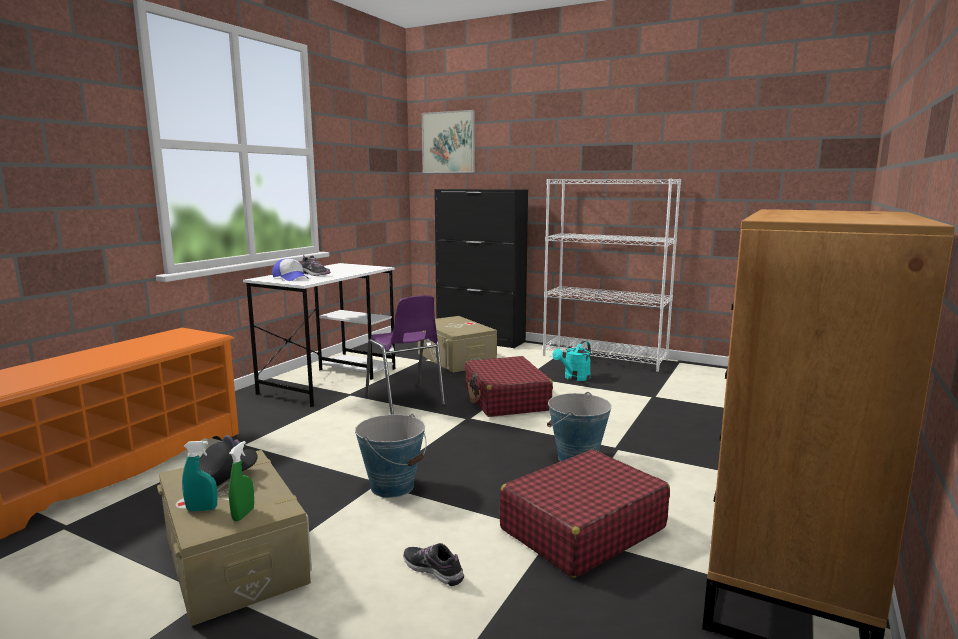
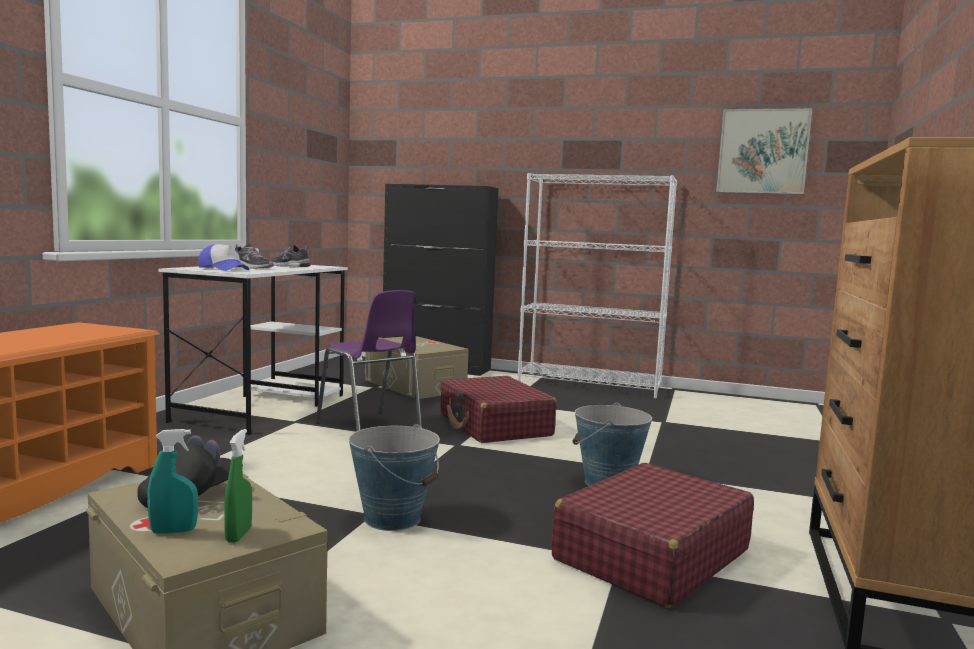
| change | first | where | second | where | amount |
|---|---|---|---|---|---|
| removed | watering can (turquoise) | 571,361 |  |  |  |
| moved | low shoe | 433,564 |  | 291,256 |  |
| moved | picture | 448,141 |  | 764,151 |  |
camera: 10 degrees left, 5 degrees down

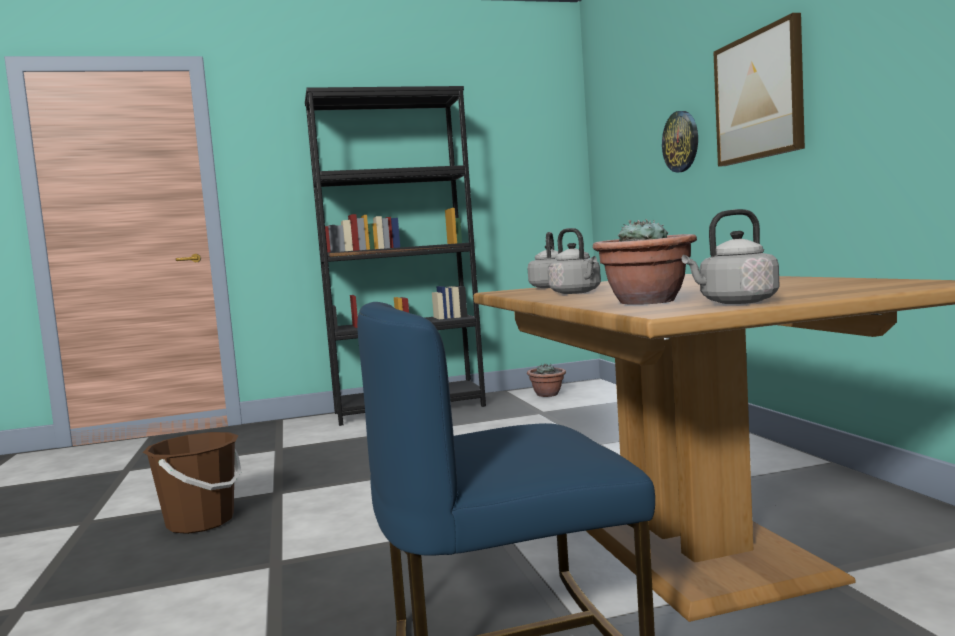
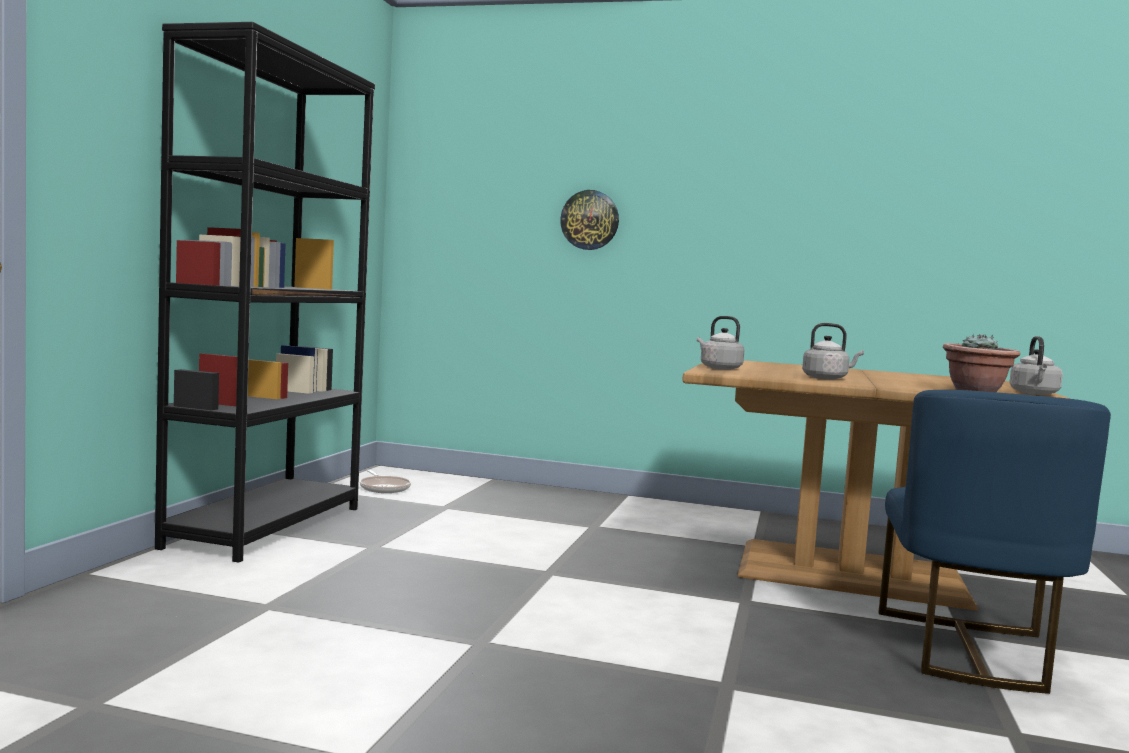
| change | first | where | second | where | amount |
|---|---|---|---|---|---|
| removed | pail (brown) | 192,483 |  |  |  |
| removed | picture | 759,90 |  |  |  |
| replaced | plant in a pot | 546,380 | frying pan | 385,481 |  |
camera: 60 degrees left, 0 degrees up

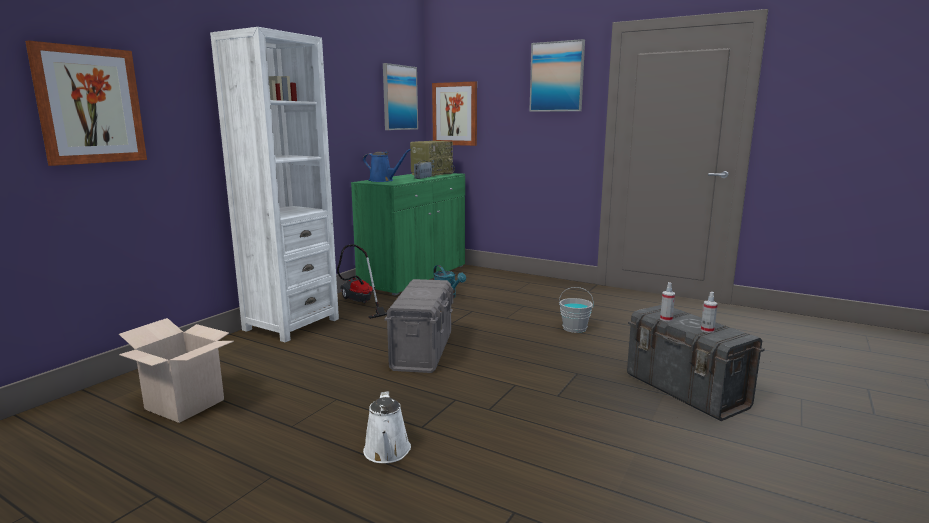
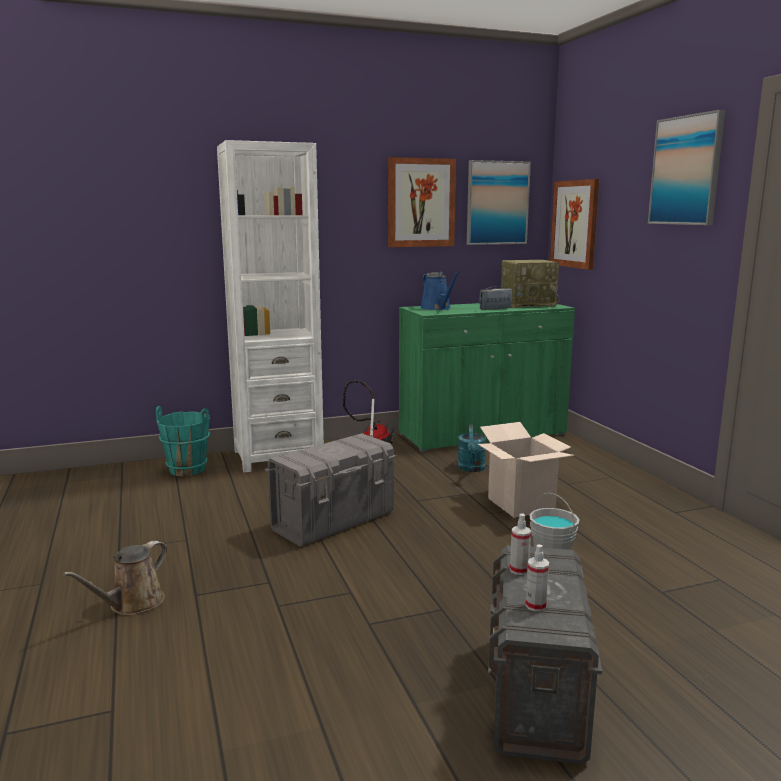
| change | first | where | second | where | amount |
|---|---|---|---|---|---|
| added |  |  | pail (turquoise) | 183,441 |  |
| moved | picture | 86,103 |  | 422,202 |  |
| moved | cardboard box | 176,370 |  | 526,470 |  |
| recoloured | watering can (white-coloured) | 387,427 | watering can (brown) | 115,578 |  |
camera: 40 degrees right, 0 degrees up

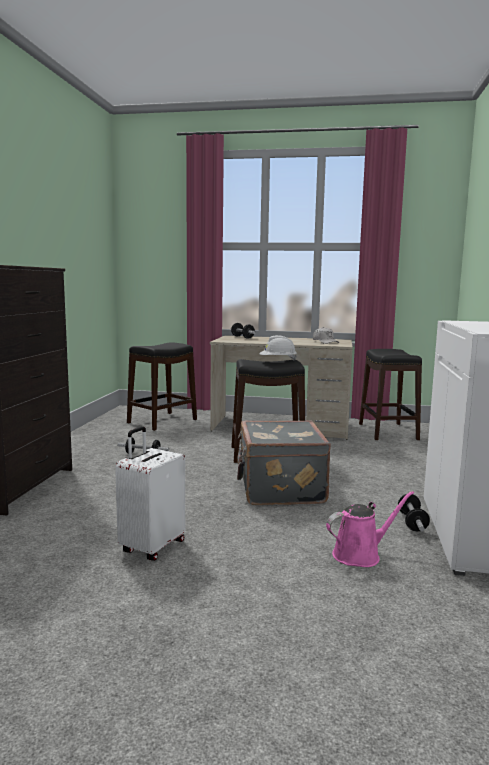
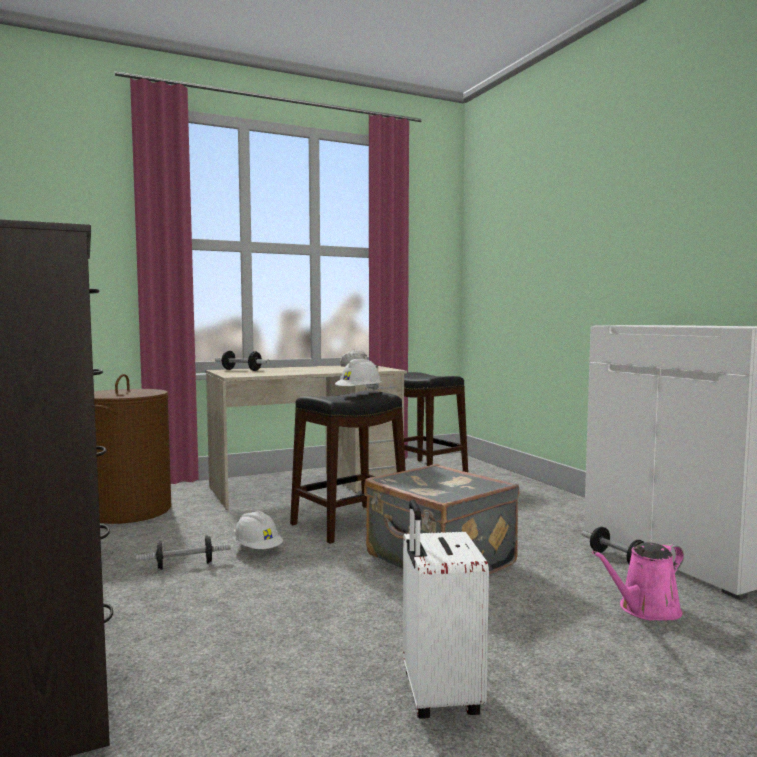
| change | first | where | second | where | amount |
|---|---|---|---|---|---|
| added |  |  | hard hat (white-coloured) | 258,530 |  |
| replaced | stool (black) | 162,386 | hamper (brown) | 132,449 |  |
| turned | watering can (pinkish) | 370,529 |  | 638,581 | 150 degrees counterclockwise |
camera: 35 degrees left, 5 degrees down

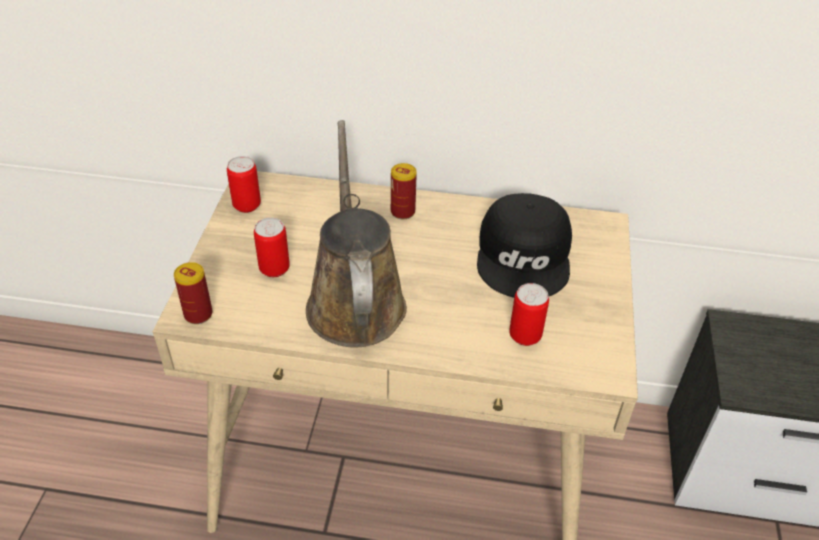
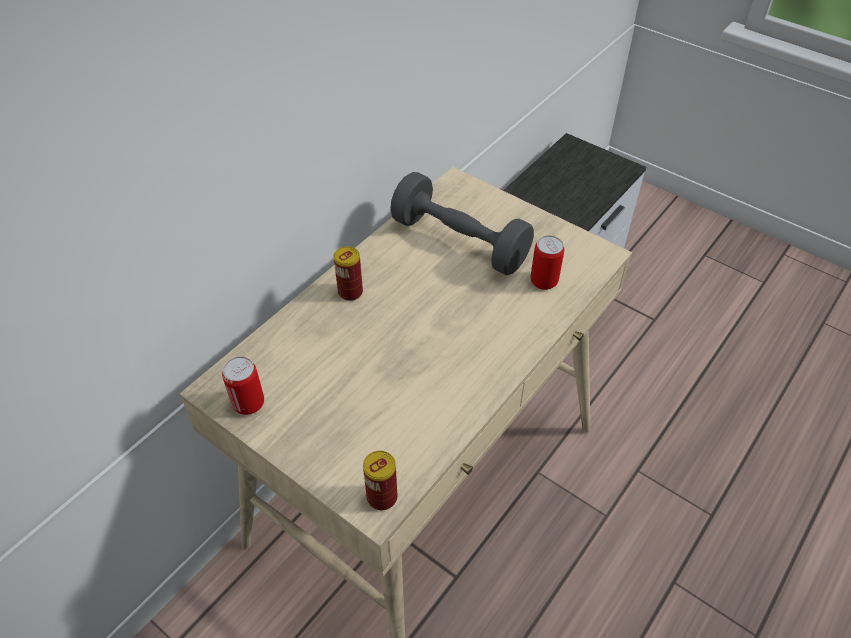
| change | first | where | second | where | amount |
|---|---|---|---|---|---|
| removed | sealed can | 272,247 |  |  |  |
| removed | watering can (brown) | 356,234 |  |  |  |
| replaced | cap (black) | 524,245 | free weight (grey) | 462,223 |  |
camera: 60 degrees left, 5 degrees up

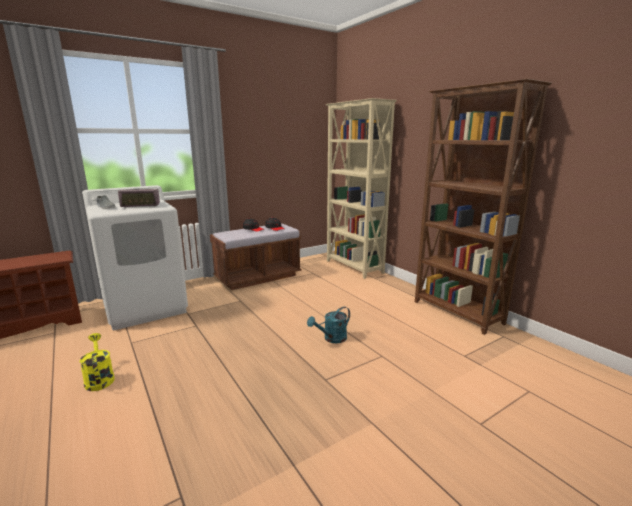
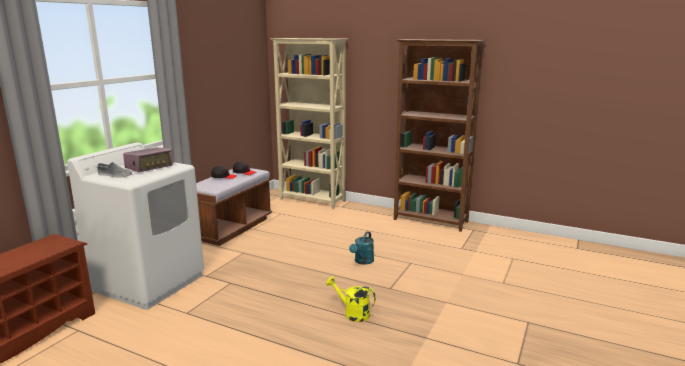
| change | first | where | second | where | amount |
|---|---|---|---|---|---|
| moved | watering can (yellow) | 97,362 |  | 351,299 |  |
camera: 30 degrees left, 0 degrees up

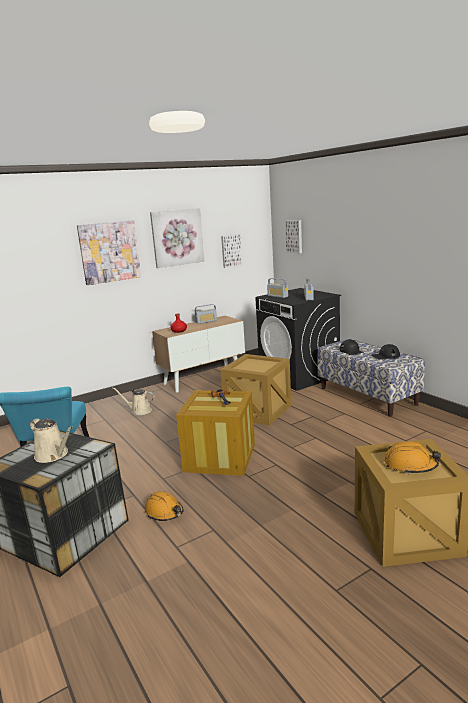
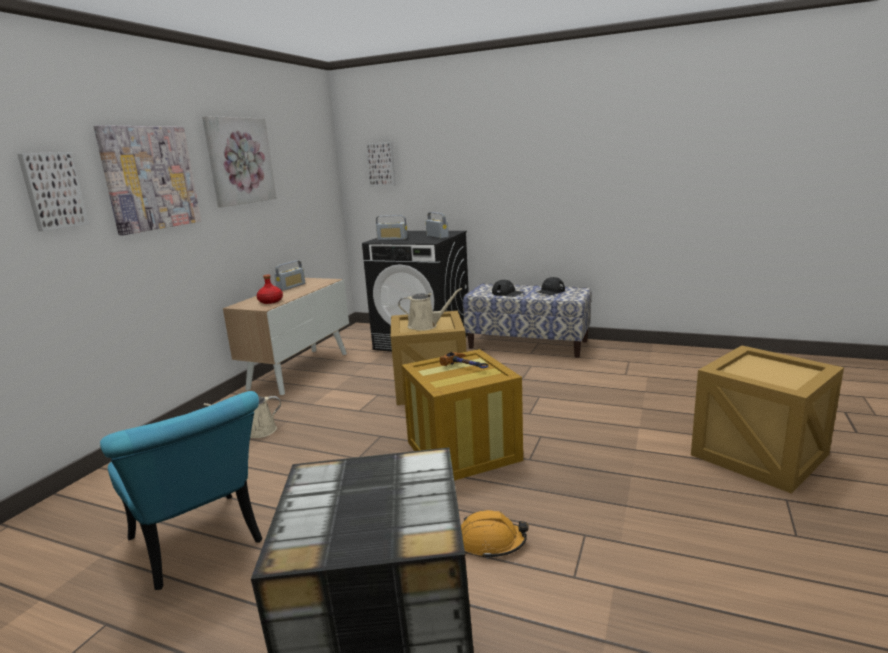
| change | first | where | second | where | amount |
|---|---|---|---|---|---|
| removed | hard hat (orangey) | 412,457 |  |  |  |
| moved | watering can (sand-coloured) | 51,440 |  | 430,309 |  |
| moved | picture | 231,251 |  | 53,191 |  |
camera: 35 degrees left, 0 degrees up

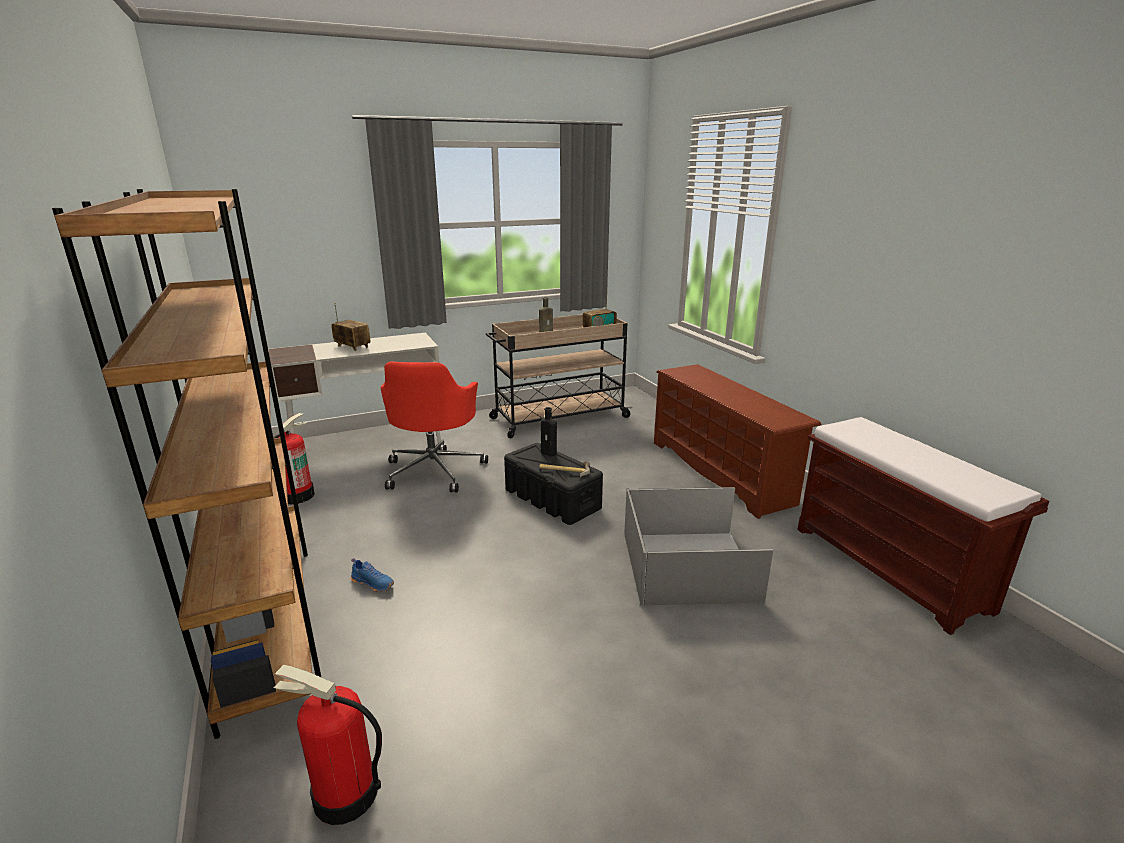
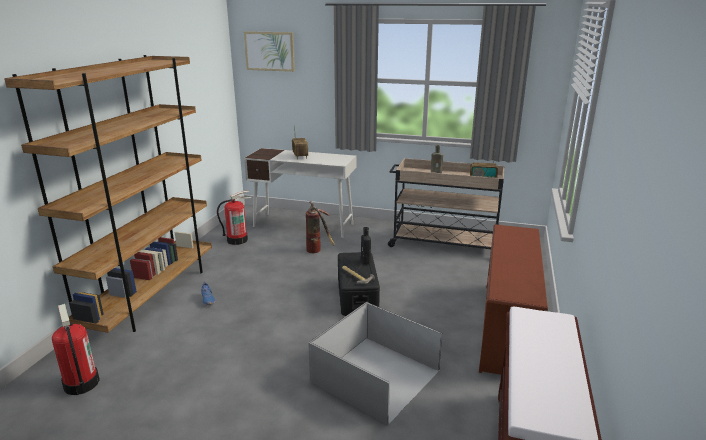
| change | first | where | second | where | amount |
|---|---|---|---|---|---|
| added |  |  | picture | 269,51 |  |
| replaced | desk chair (red) | 434,427 | fire-fighting cylinder | 320,227 |  |
camera: 40 degrees right, 0 degrees up

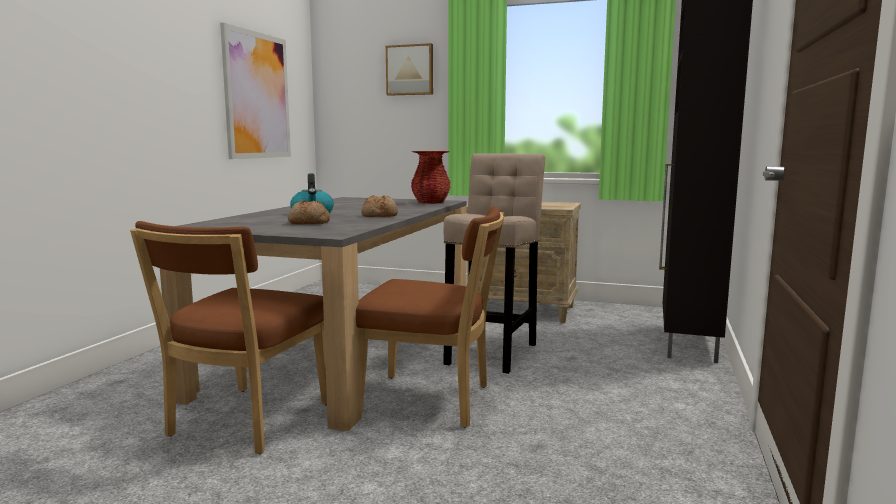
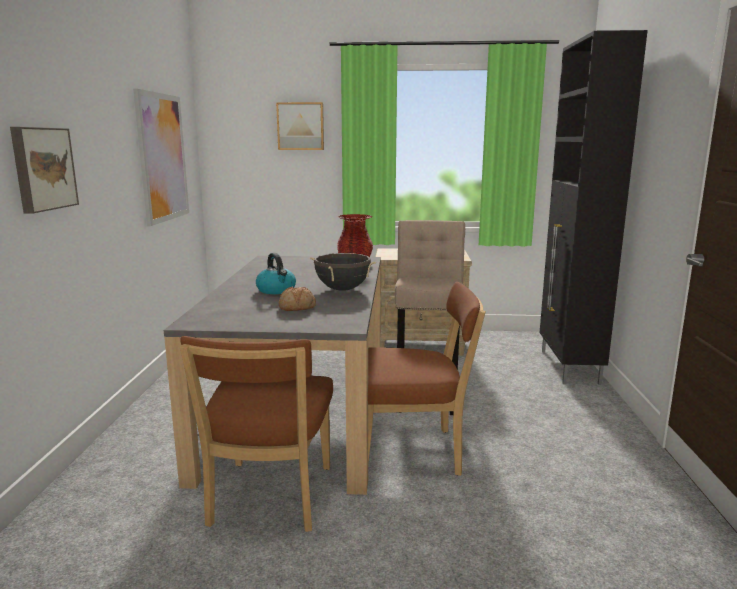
| change | first | where | second | where | amount |
|---|---|---|---|---|---|
| added |  |  | picture | 44,170 |  |
| replaced | bakery bread | 379,206 | saucepot (black) | 343,272 |  |
camera: 15 degrees left, 5 degrees up

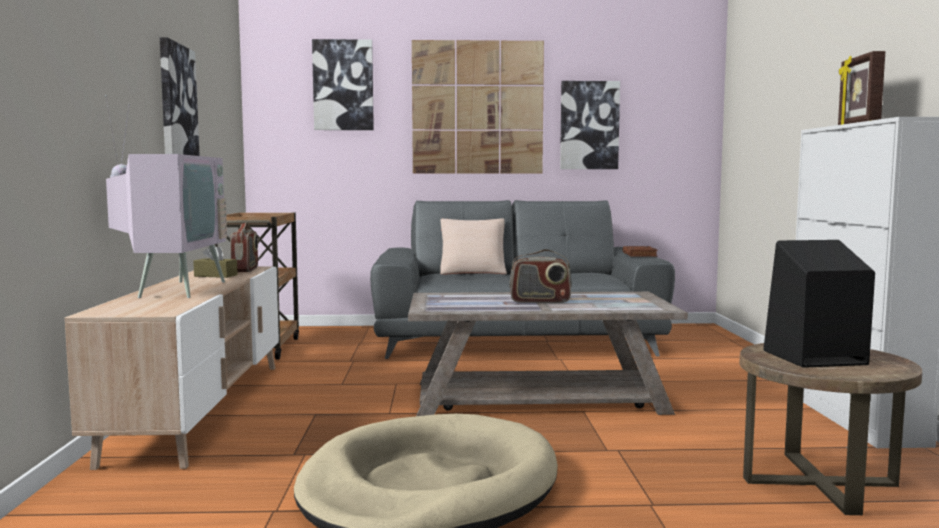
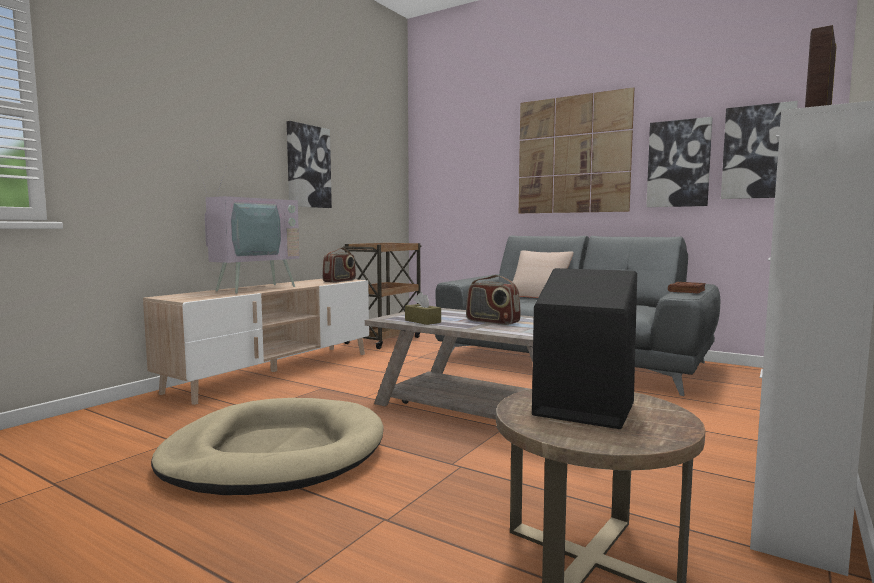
| change | first | where | second | where | amount |
|---|---|---|---|---|---|
| moved | tissue holder (brown) | 215,262 |  | 423,308 |  |
| moved | picture | 343,84 |  | 759,150 |  |
camera: 35 degrees right, 0 degrees up

